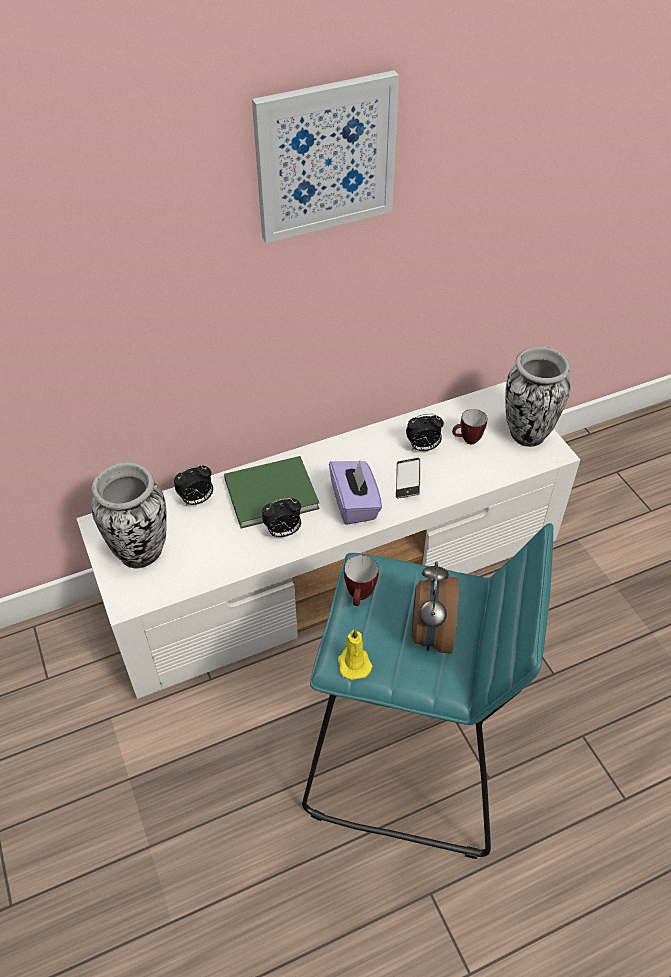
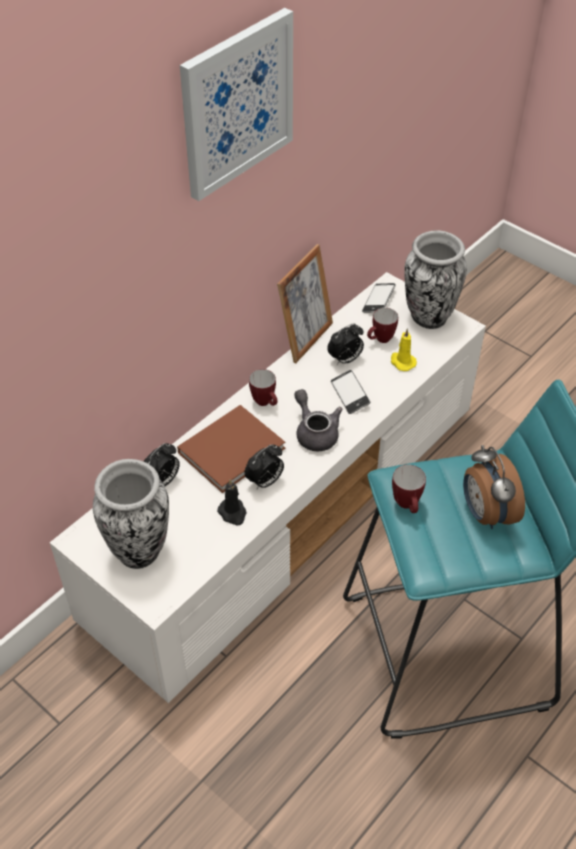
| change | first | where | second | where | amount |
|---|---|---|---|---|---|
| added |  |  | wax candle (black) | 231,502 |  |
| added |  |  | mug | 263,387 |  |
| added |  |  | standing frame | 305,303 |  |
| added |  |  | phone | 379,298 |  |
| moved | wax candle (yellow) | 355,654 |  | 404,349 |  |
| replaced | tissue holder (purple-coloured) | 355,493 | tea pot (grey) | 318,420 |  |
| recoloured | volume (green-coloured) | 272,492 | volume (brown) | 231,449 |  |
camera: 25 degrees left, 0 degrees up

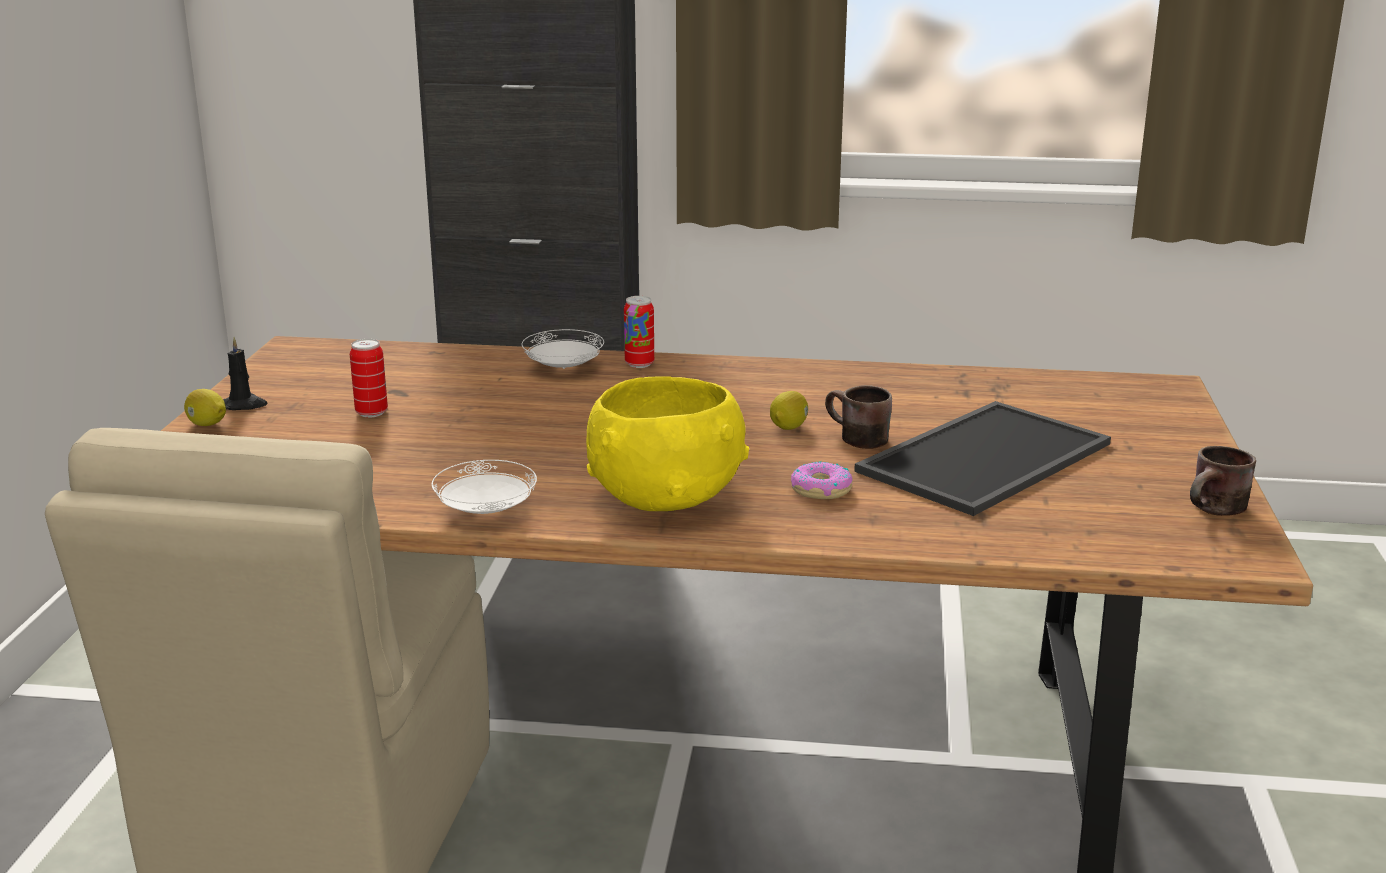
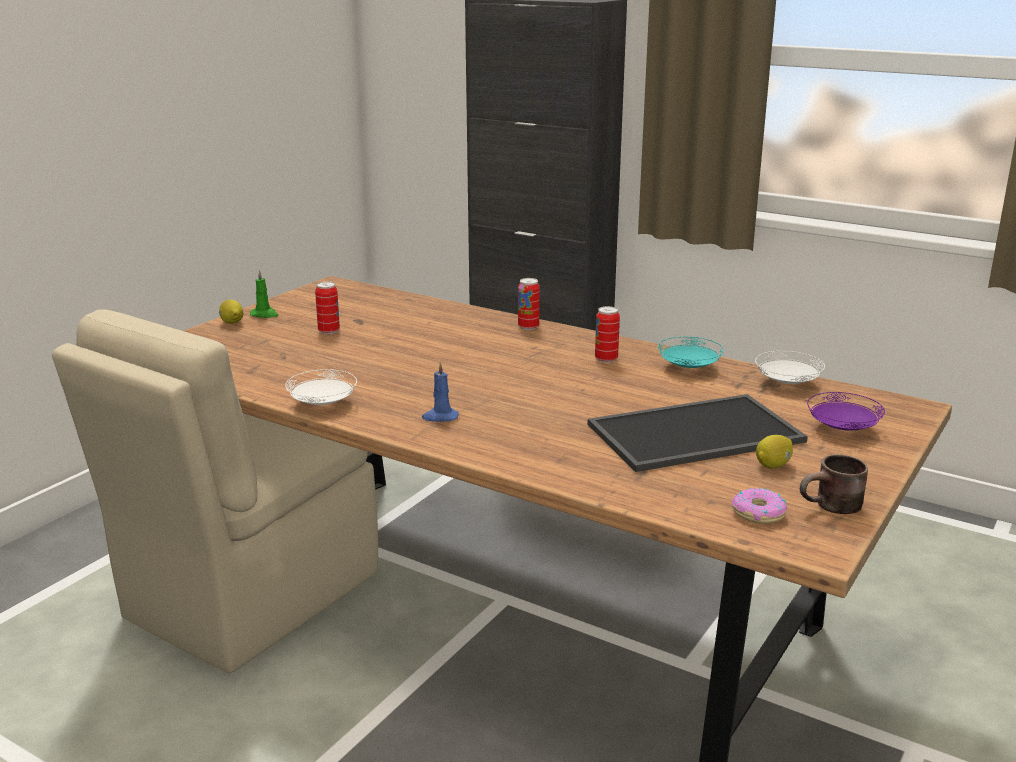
| change | first | where | second | where | amount |
|---|---|---|---|---|---|
| removed | mug (brown) | 858,417 |  |  |  |
| added |  |  | sealed can | 607,334 |  |
| added |  |  | dinner plate (turquoise) | 691,352 |  |
| added |  |  | dinner plate (purple-coloured) | 846,411 |  |
| moved | dinner plate (white-coloured) | 563,349 |  | 790,367 |  |
| moved | citrus fruit | 789,410 |  | 774,452 |  |
| moved | doughnut | 822,480 |  | 759,506 |  |
| replaced | deep dish (yellow) | 667,443 | wax candle (blue) | 440,392 |  |
| recoloured | wax candle (black) | 245,373 | wax candle (green-coloured) | 264,294 |  |
camera: 25 degrees right, 0 degrees up

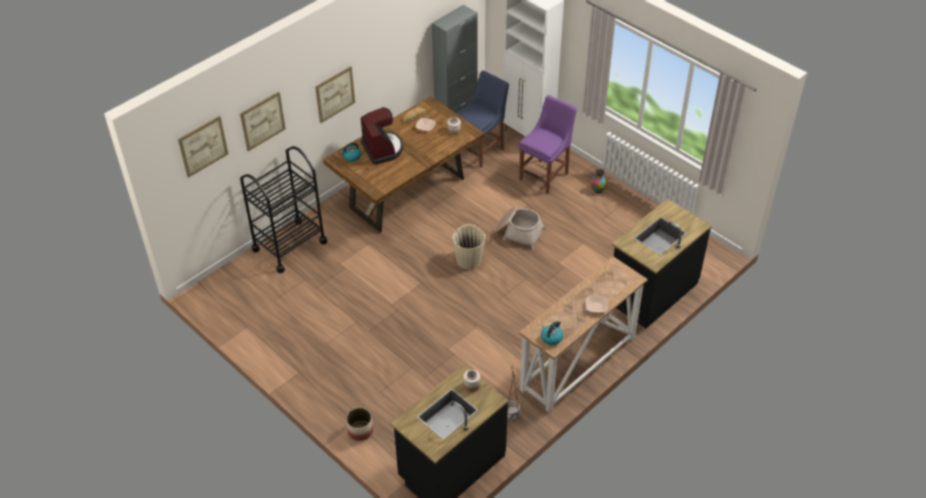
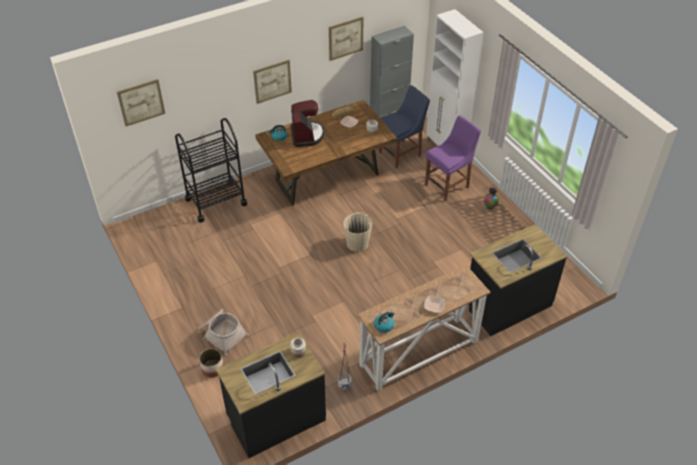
| change | first | where | second | where | amount |
|---|---|---|---|---|---|
| moved | picture | 263,121 |  | 346,39 |  |
| moved | storage basket | 519,228 |  | 223,332 |  |
camera: 15 degrees right, 0 degrees up

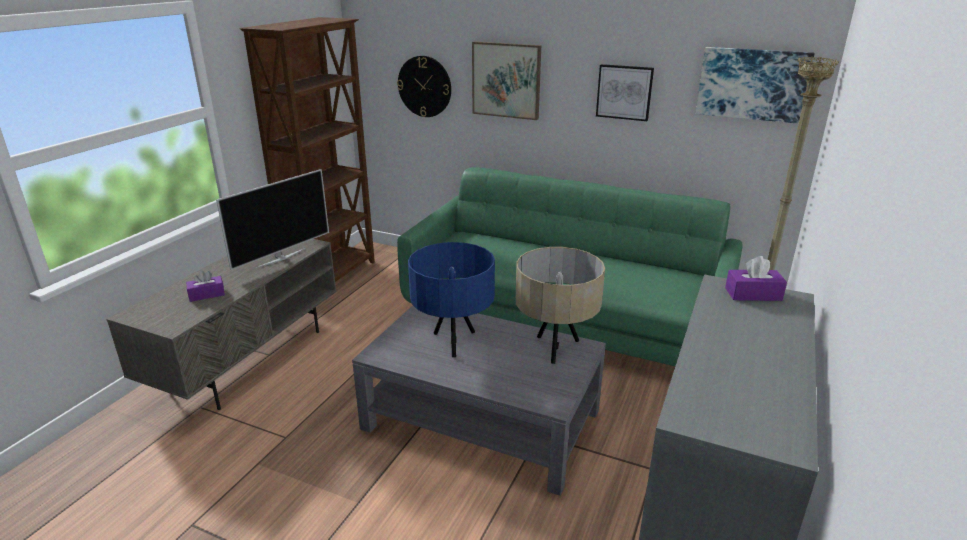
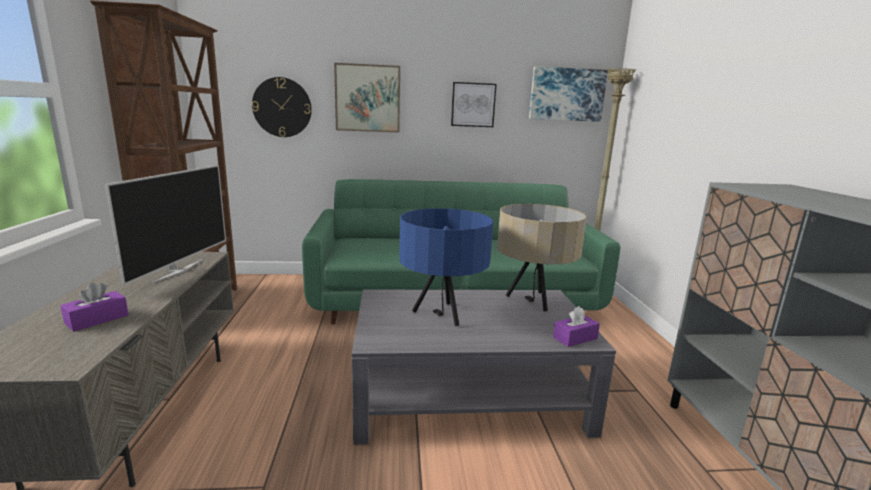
| change | first | where | second | where | amount |
|---|---|---|---|---|---|
| moved | tissue holder (purple-coloured) | 756,278 |  | 576,326 |  |
camera: 30 degrees left, 10 degrees down

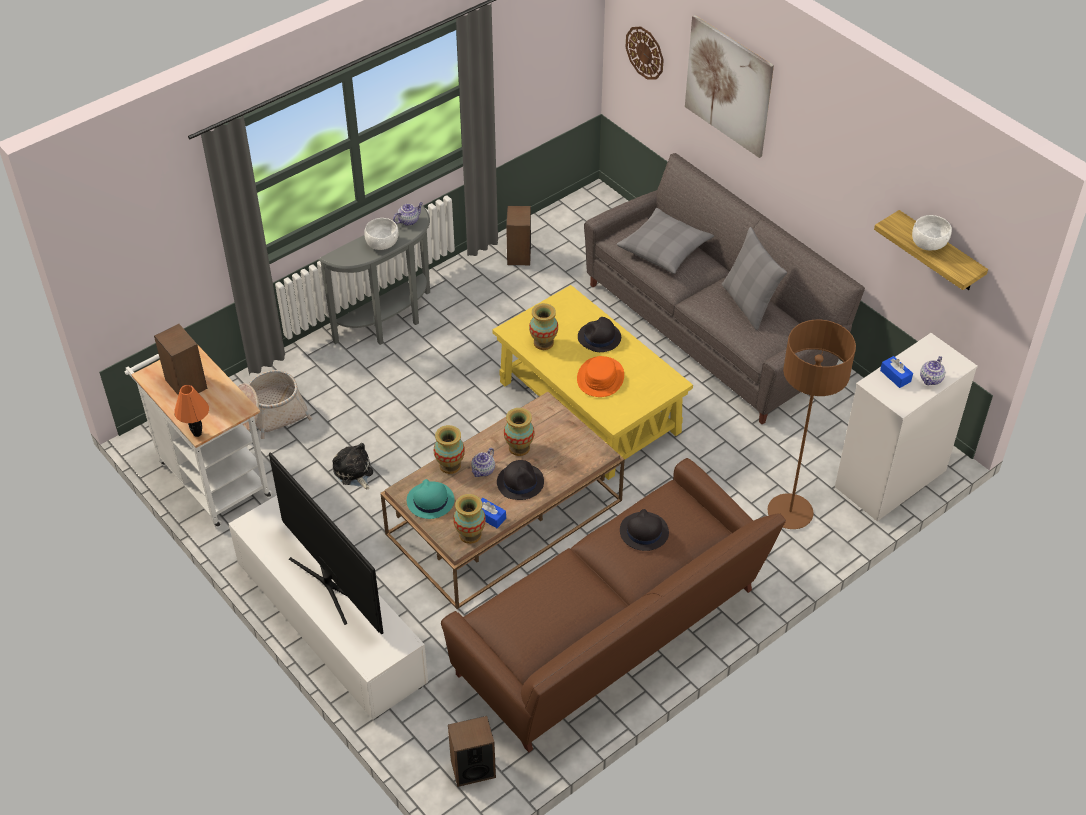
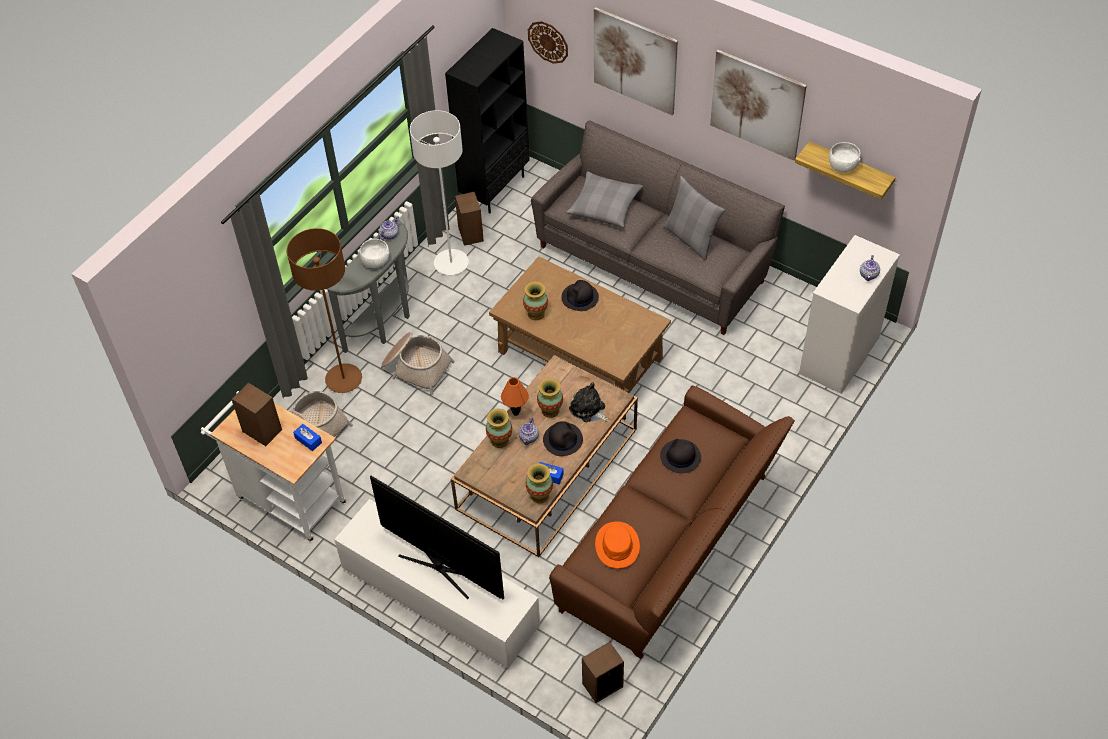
| change | first | where | second | where | amount |
|---|---|---|---|---|---|
| removed | wearable hat (turquoise) | 431,499 |  |  |  |
| added |  |  | storage basket | 418,363 |  |
| added |  |  | standard lamp (white-coloured) | 439,192 |  |
| added |  |  | bookshelf (black) | 487,121 |  |
| added |  |  | picture | 758,105 |  |
| moved | lamp for a table (orangey) | 191,411 |  | 515,396 |  |
| moved | soft toy | 352,466 |  | 589,402 |  |
| moved | wearable hat (orangey) | 600,376 |  | 617,545 |  |
| moved | standard lamp (brown) | 812,424 |  | 324,310 |  |
| moved | tissue holder (blue) | 896,372 |  | 307,437 |  |
| recoloured | coffee table (yellow) | 592,382 | coffee table (brown) | 580,324 |  |
camera: 15 degrees left, 5 degrees up

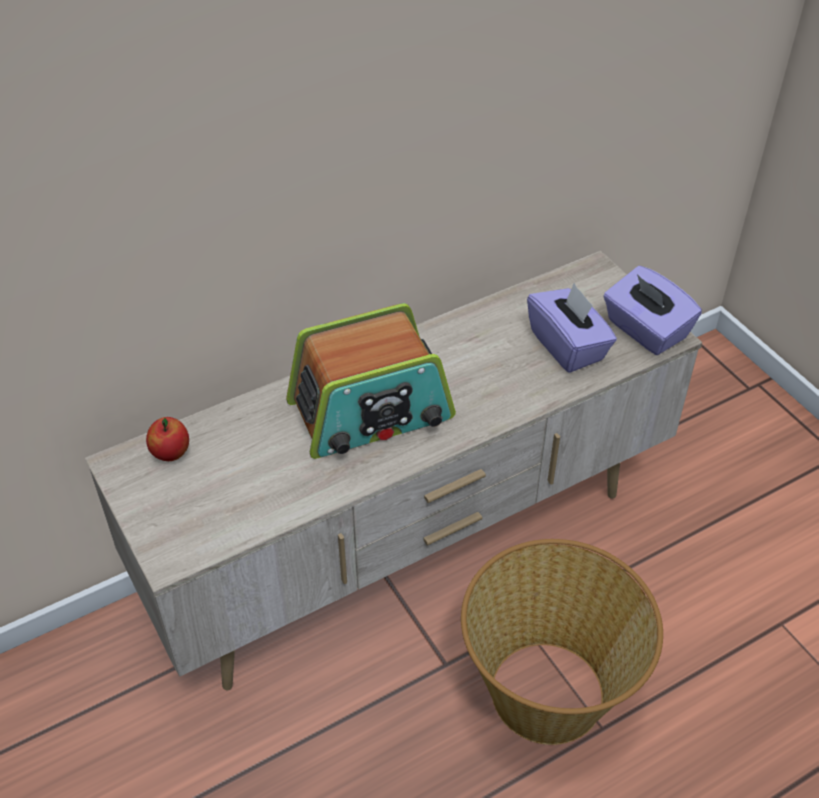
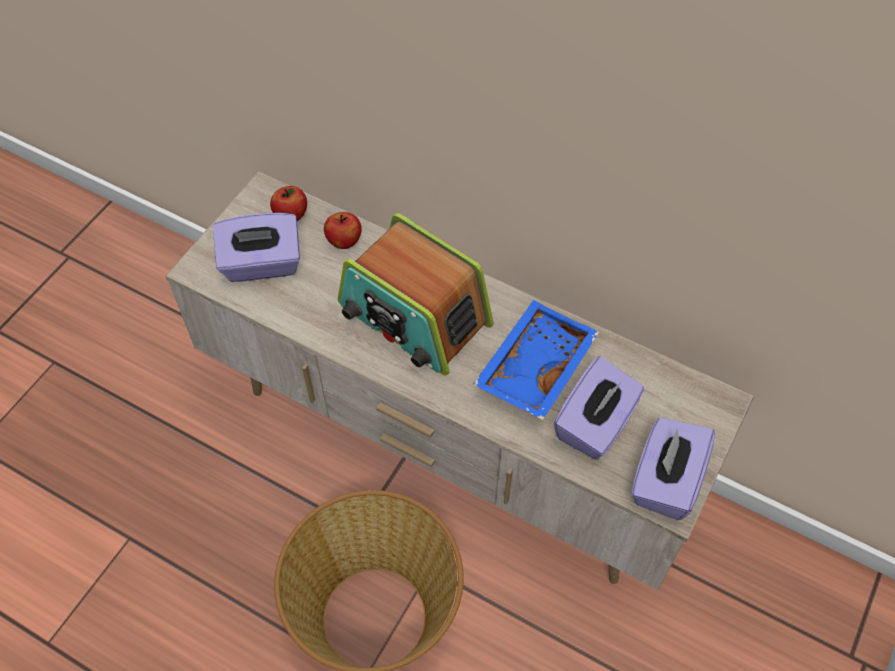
| change | first | where | second | where | amount |
|---|---|---|---|---|---|
| added |  |  | tissue holder (purple-coloured) | 256,247 |  |
| added |  |  | apple | 343,230 |  |
| added |  |  | carrying tray (blue) | 536,360 |  |
camera: 60 degrees right, 10 degrees up

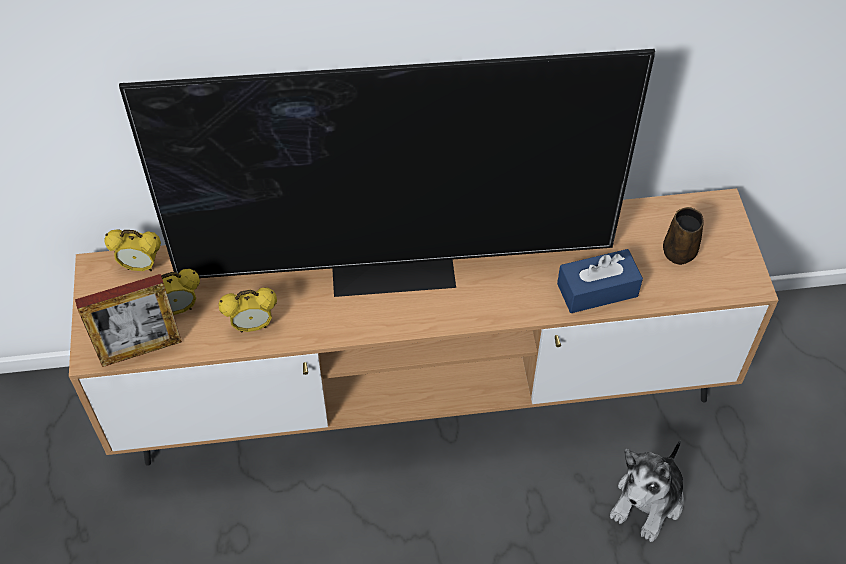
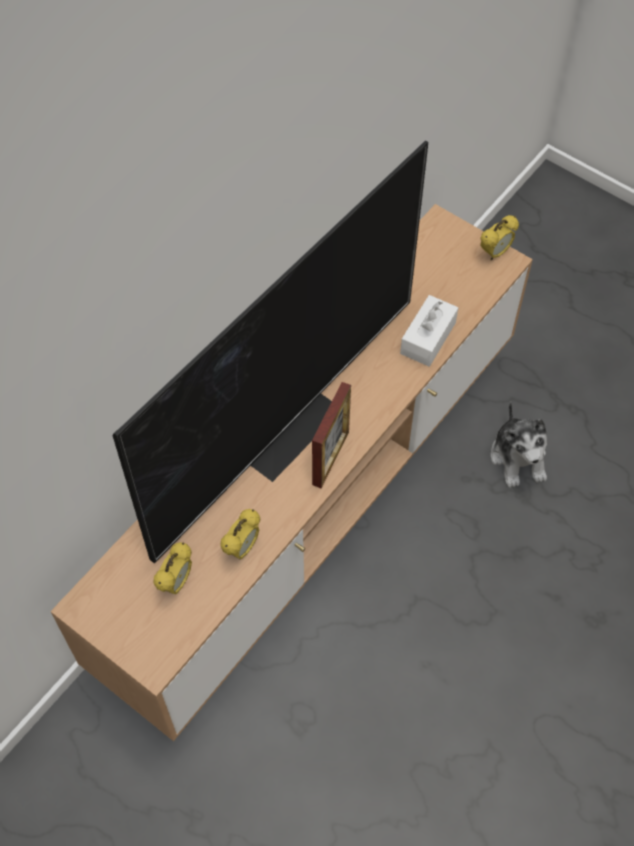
| change | first | where | second | where | amount |
|---|---|---|---|---|---|
| removed | mug (brown) | 683,236 |  |  |  |
| moved | standing frame | 128,320 |  | 331,435 |  |
| moved | alarm clock | 132,250 |  | 499,237 |  |
| recoloured | tissue holder (blue) | 600,281 | tissue holder (white-coloured) | 429,331 |  |
camera: 45 degrees left, 5 degrees up

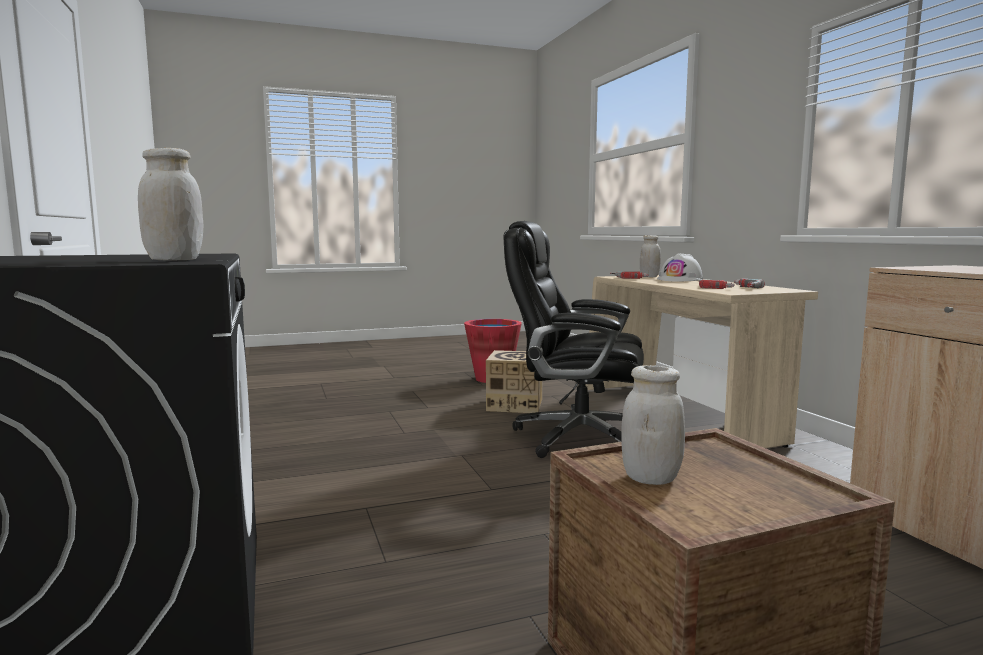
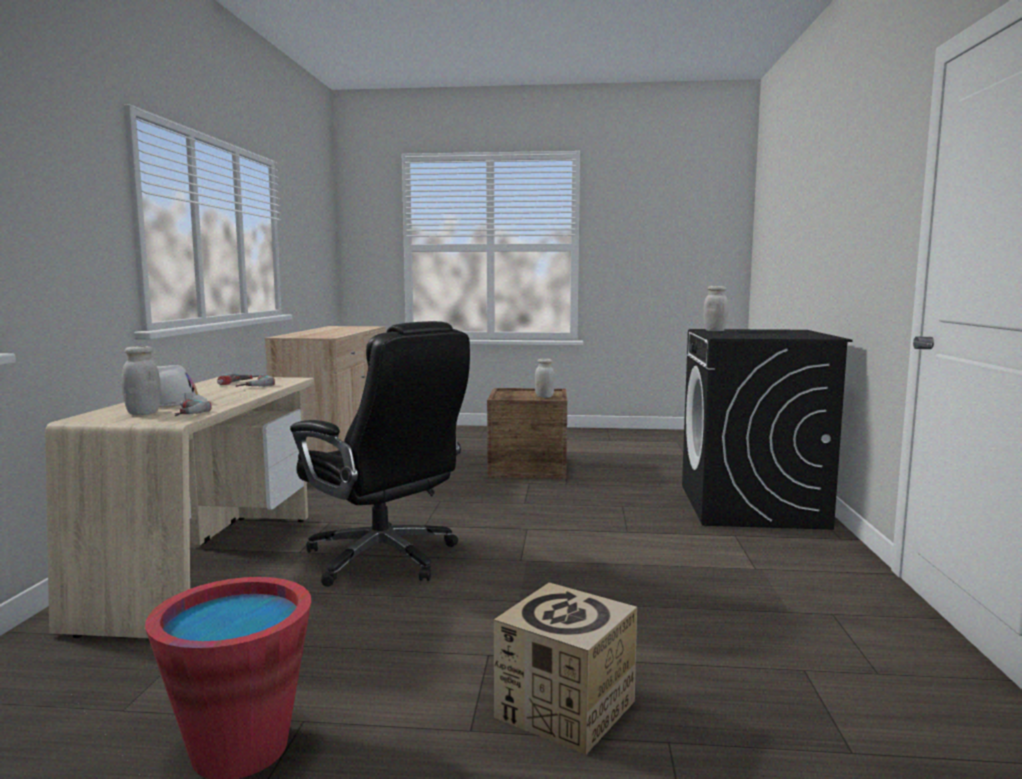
| change | first | where | second | where | amount |
|---|---|---|---|---|---|
| moved | cardboard box | 514,381 |  | 565,668 |  |
camera: 155 degrees left, 0 degrees up

